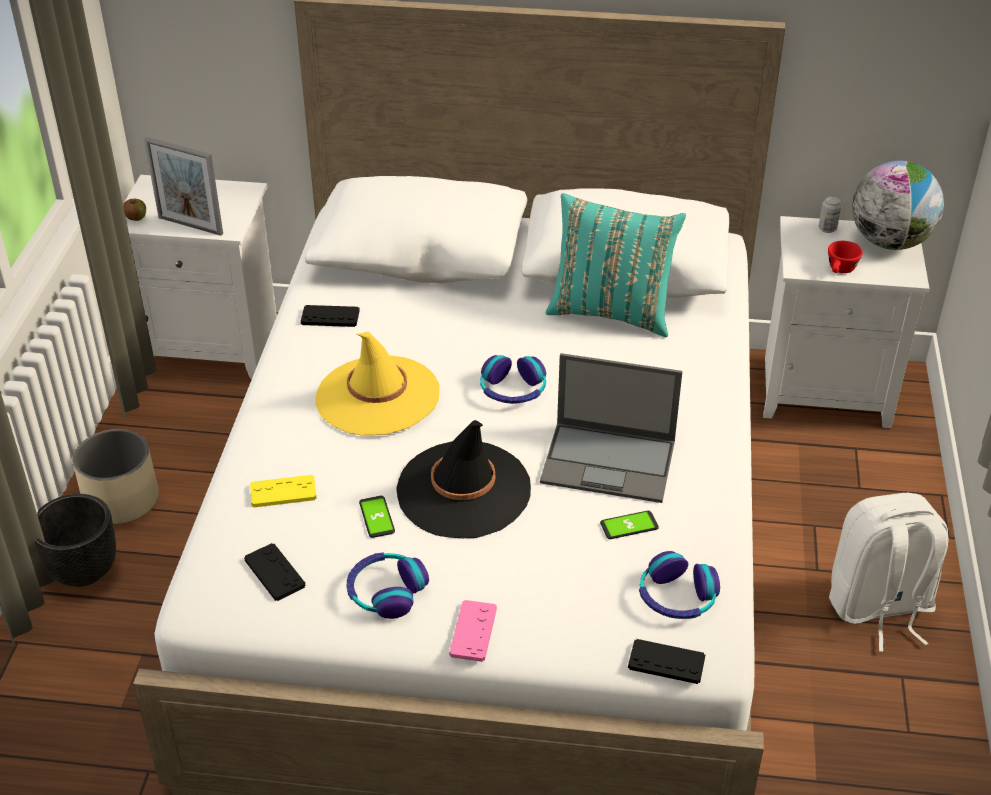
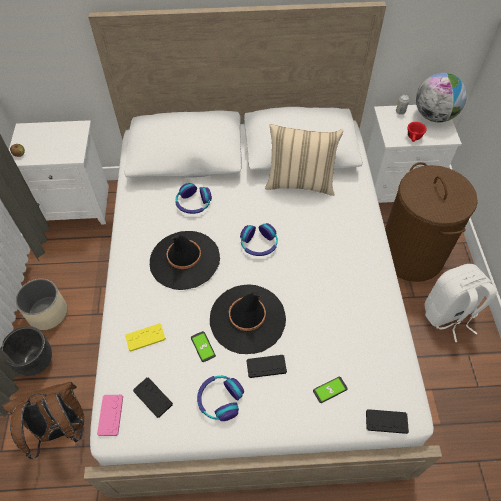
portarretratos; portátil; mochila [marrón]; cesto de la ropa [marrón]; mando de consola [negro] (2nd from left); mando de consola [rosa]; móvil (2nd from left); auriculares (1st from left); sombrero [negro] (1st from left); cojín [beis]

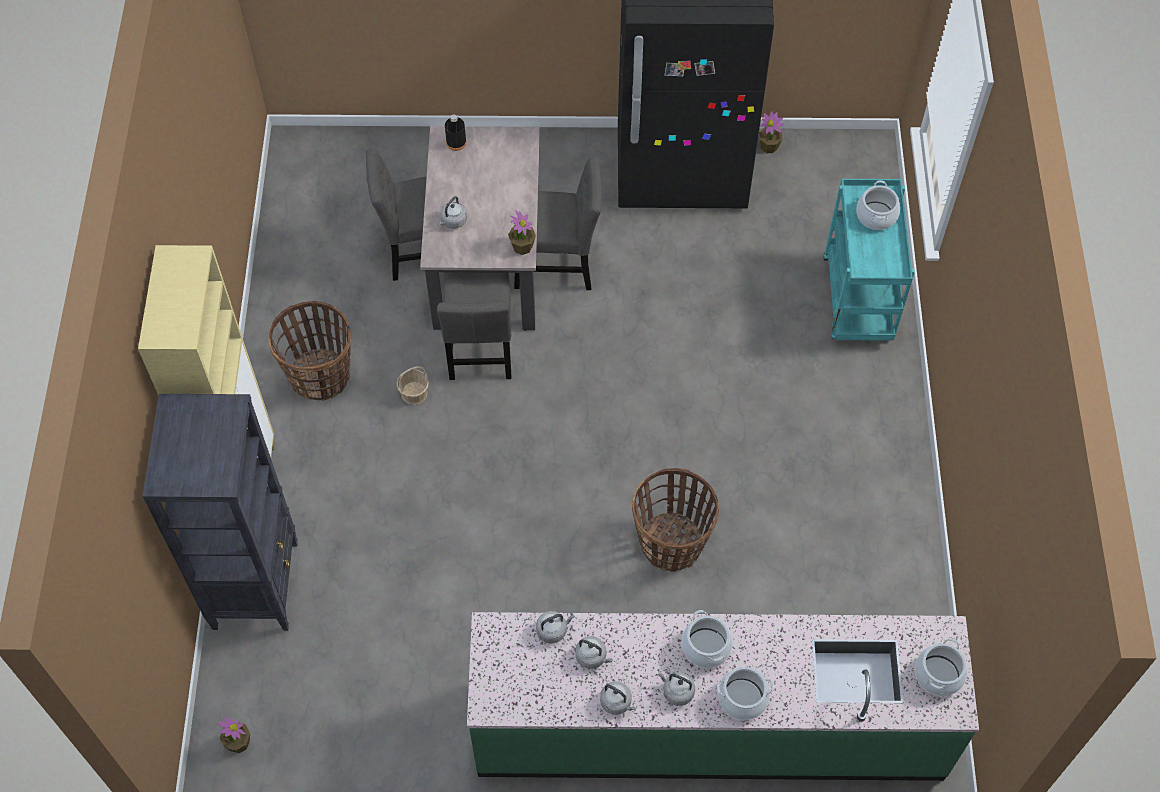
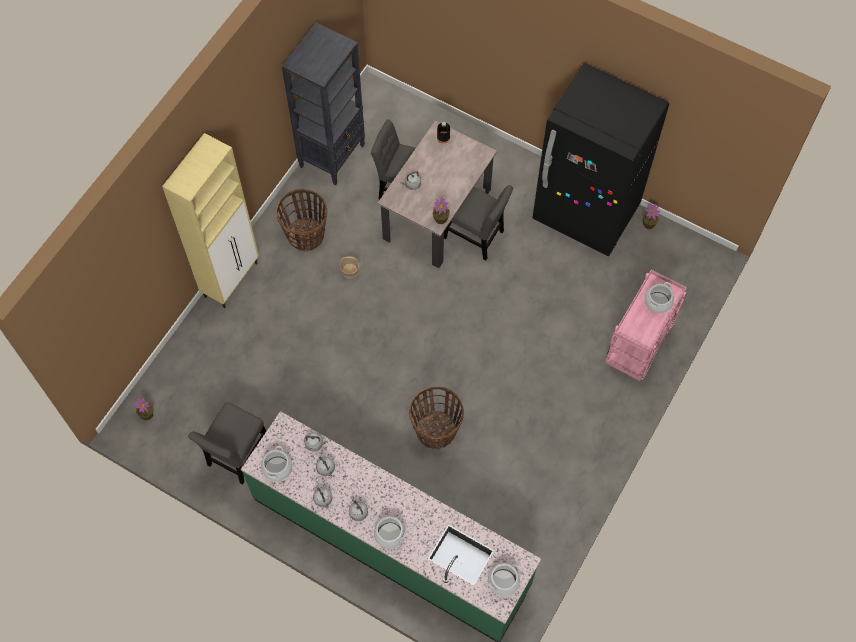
estantería [negro]; silla [gris] (1st from left); olla (1st from left); carrito [rosa]

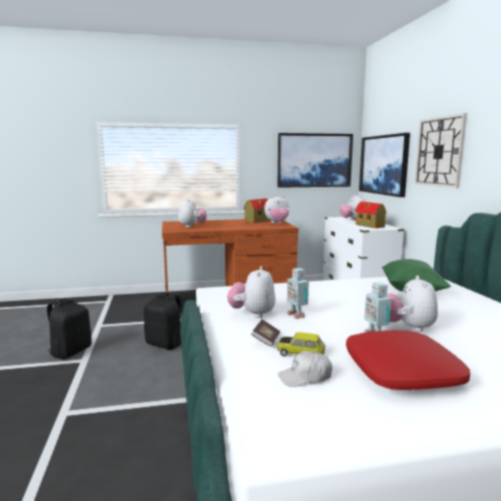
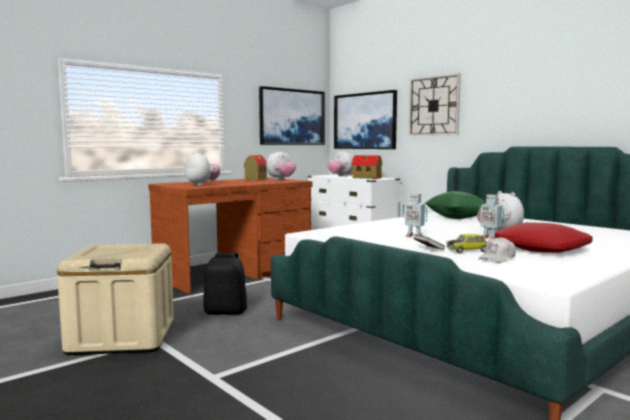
peluche (2nd from left in the first image); caja de almacenaje [beis]

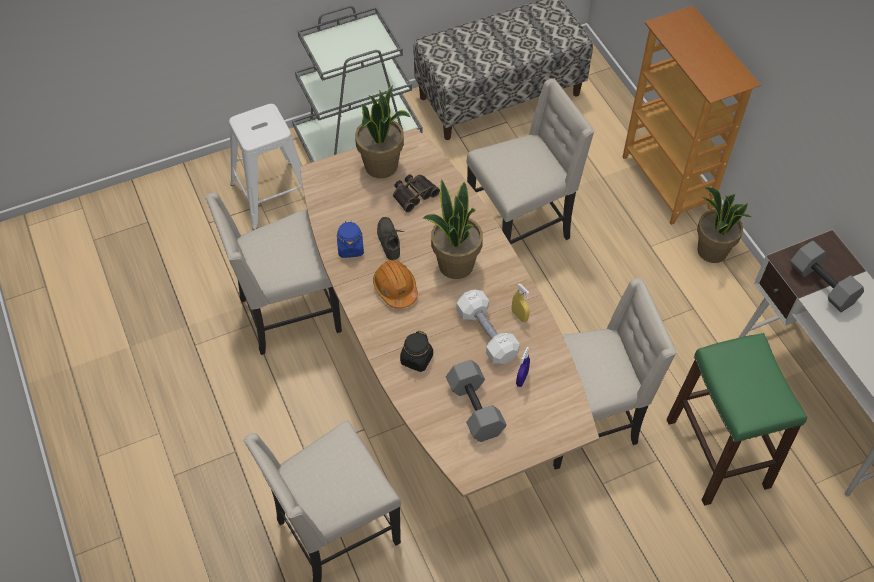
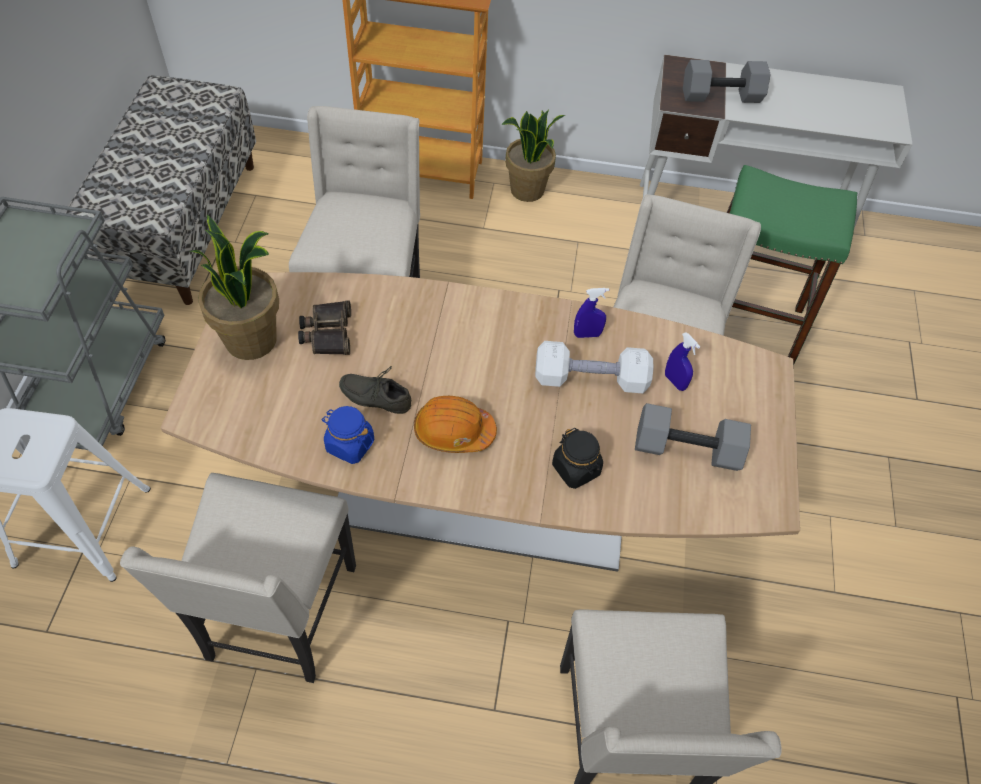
planta en maceta (2nd from left in the first image); pulverizador [azul] (1st from left)

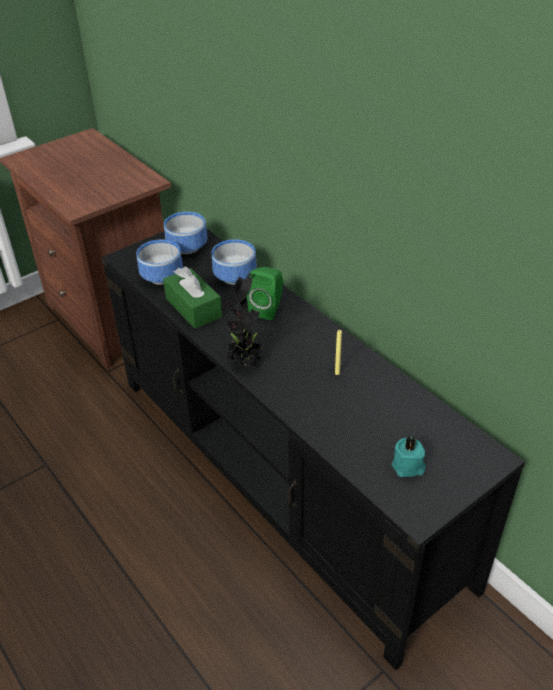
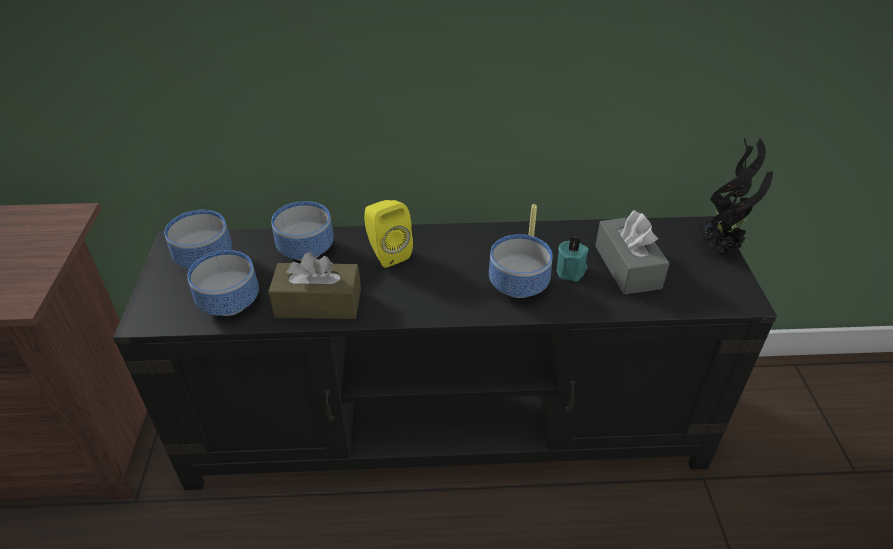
cuenco (4th from left); caja de pañuelos [gris]; planta en maceta; vela [turquesa]; caja de pañuelos [marrón]; altavoz [amarillo]

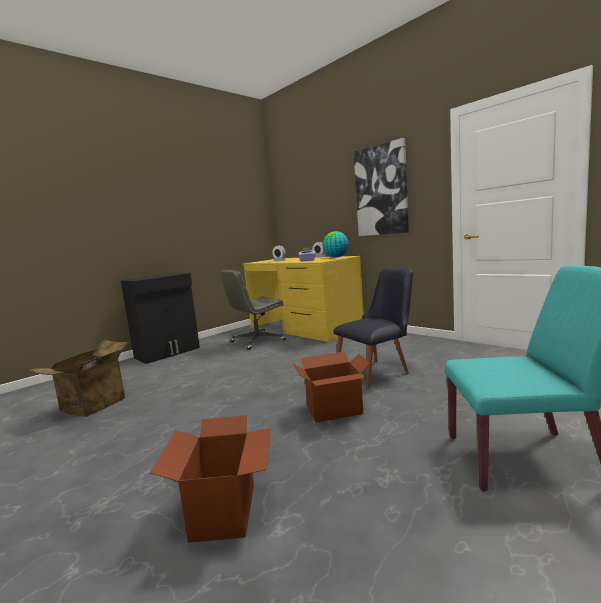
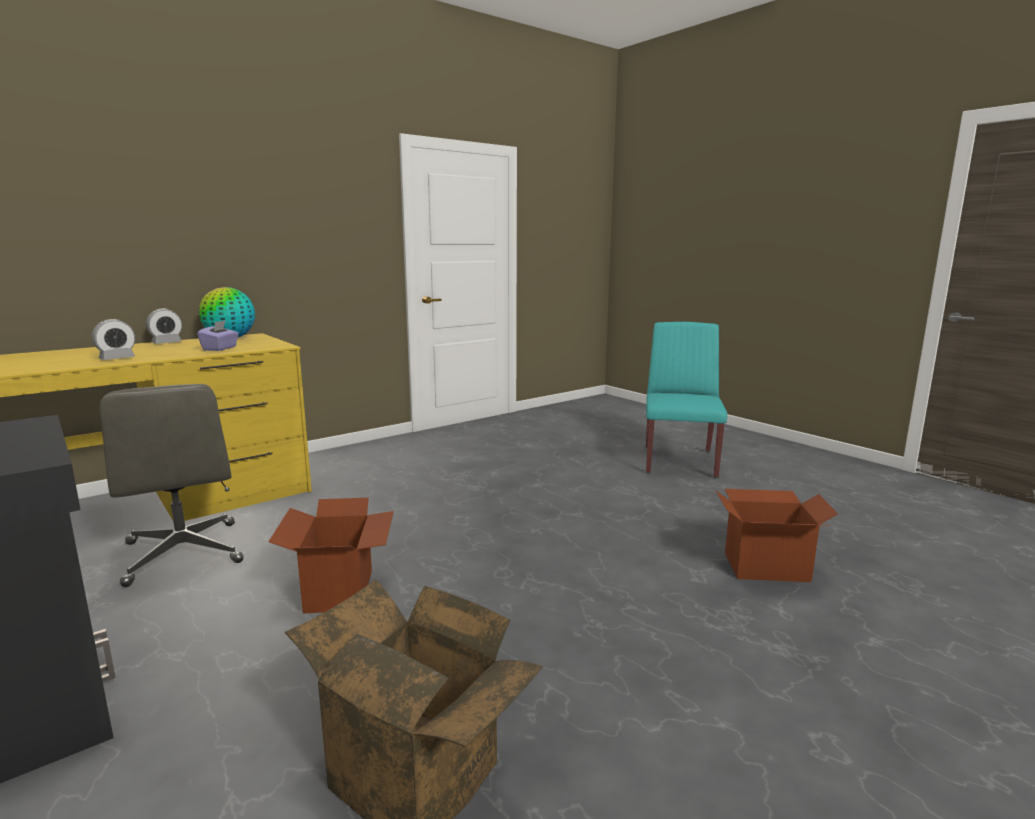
silla [negro]; cuadro; caja de cartón (1st from left)

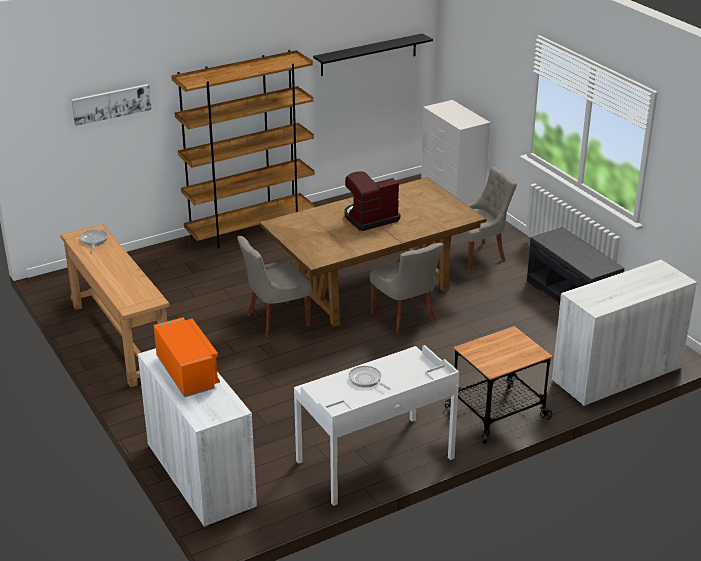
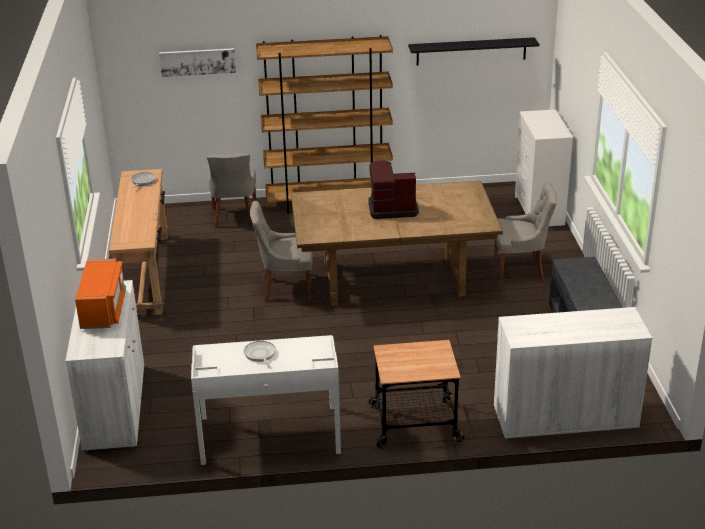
silla [gris] (1st from left)

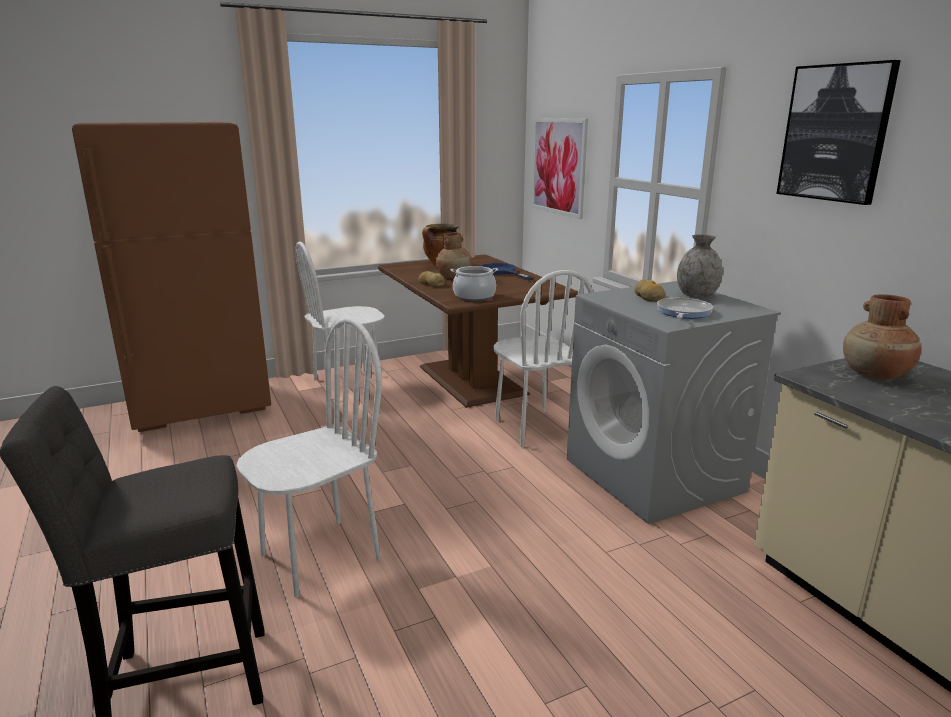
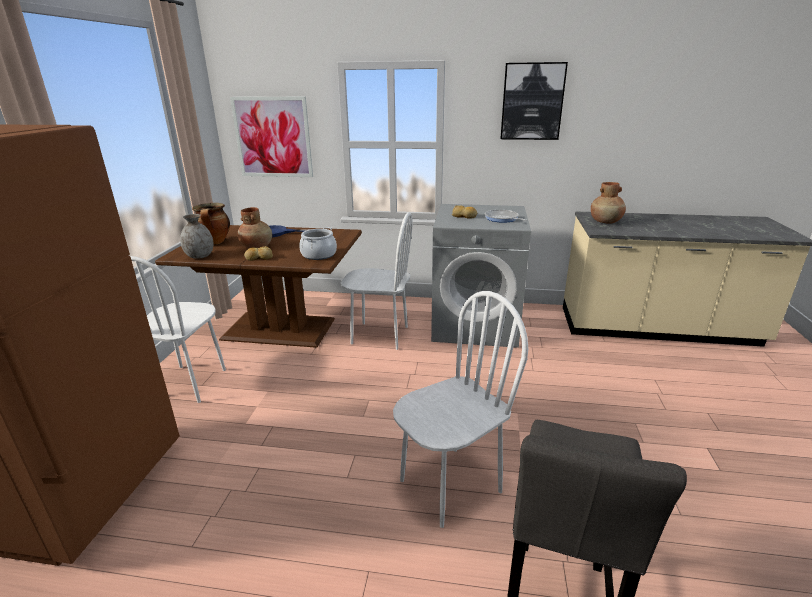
florero [gris]; silla [blanco] (3rd from left)

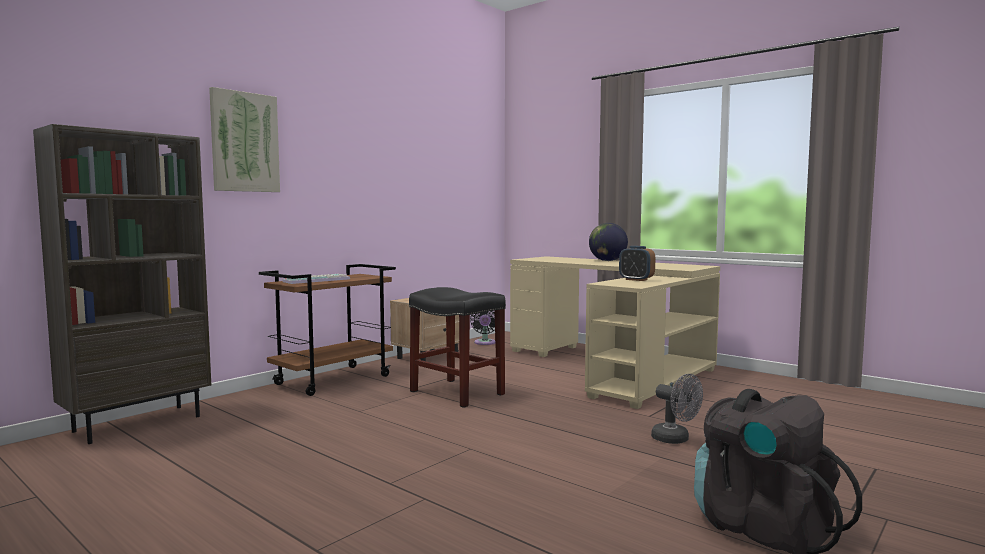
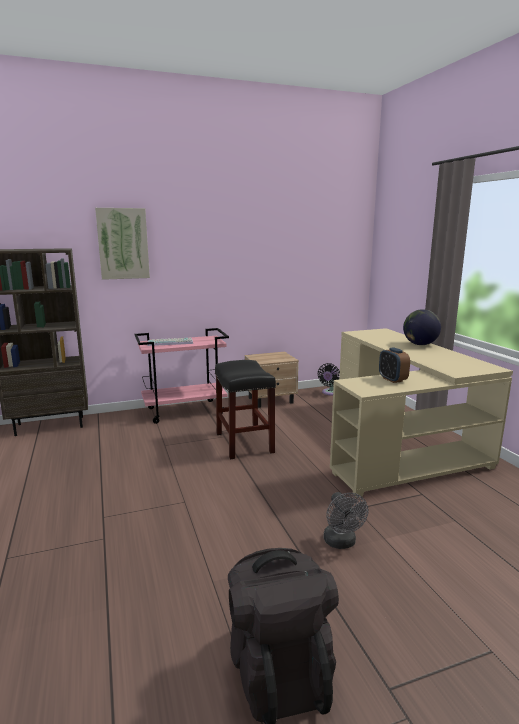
carrito [rosa]

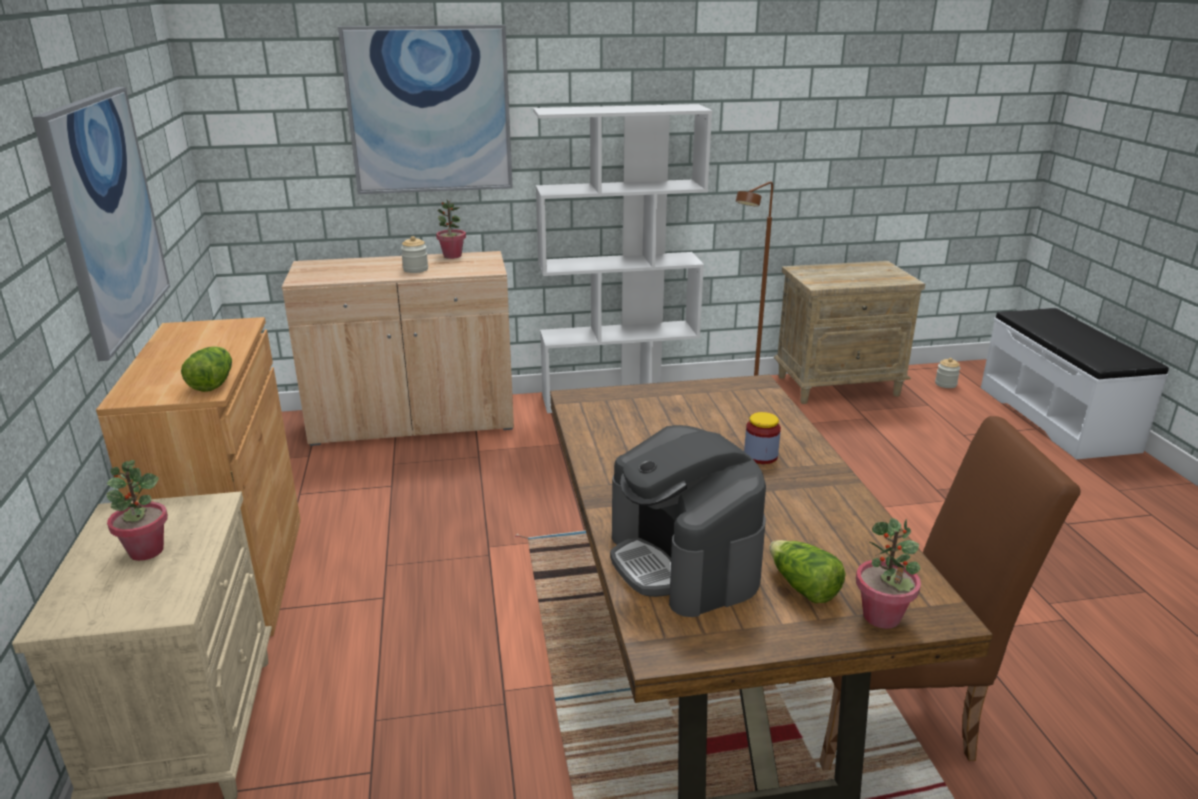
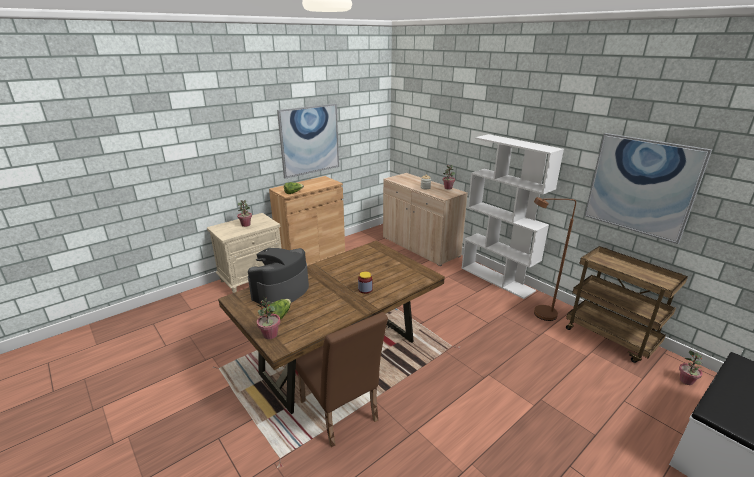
cuadro (2nd from left); carrito [marrón]; planta en maceta (4th from left)

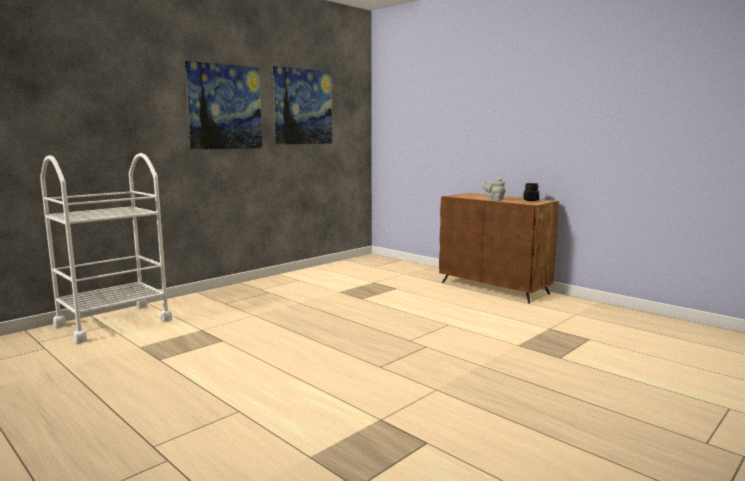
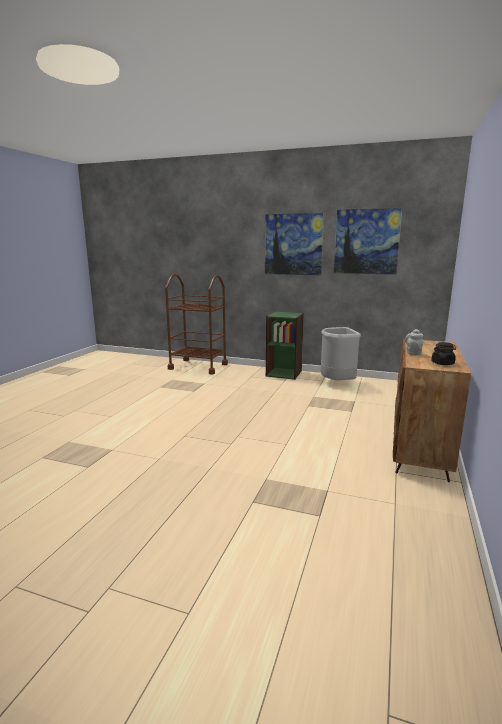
estantería [verde]; papelera [gris]; carrito [marrón]

